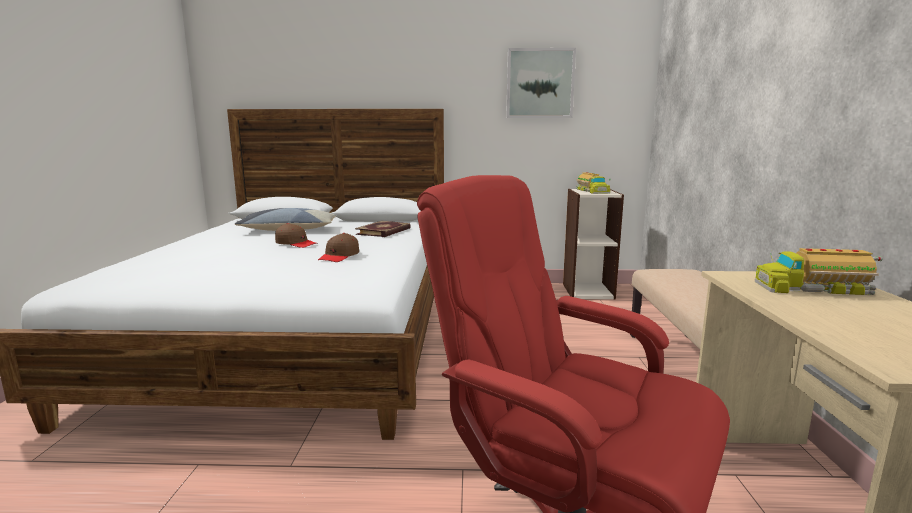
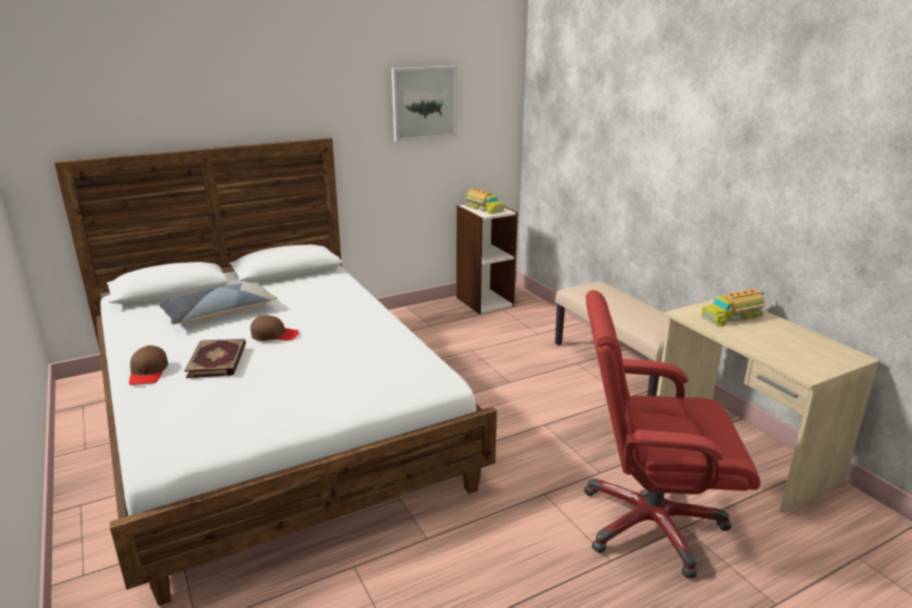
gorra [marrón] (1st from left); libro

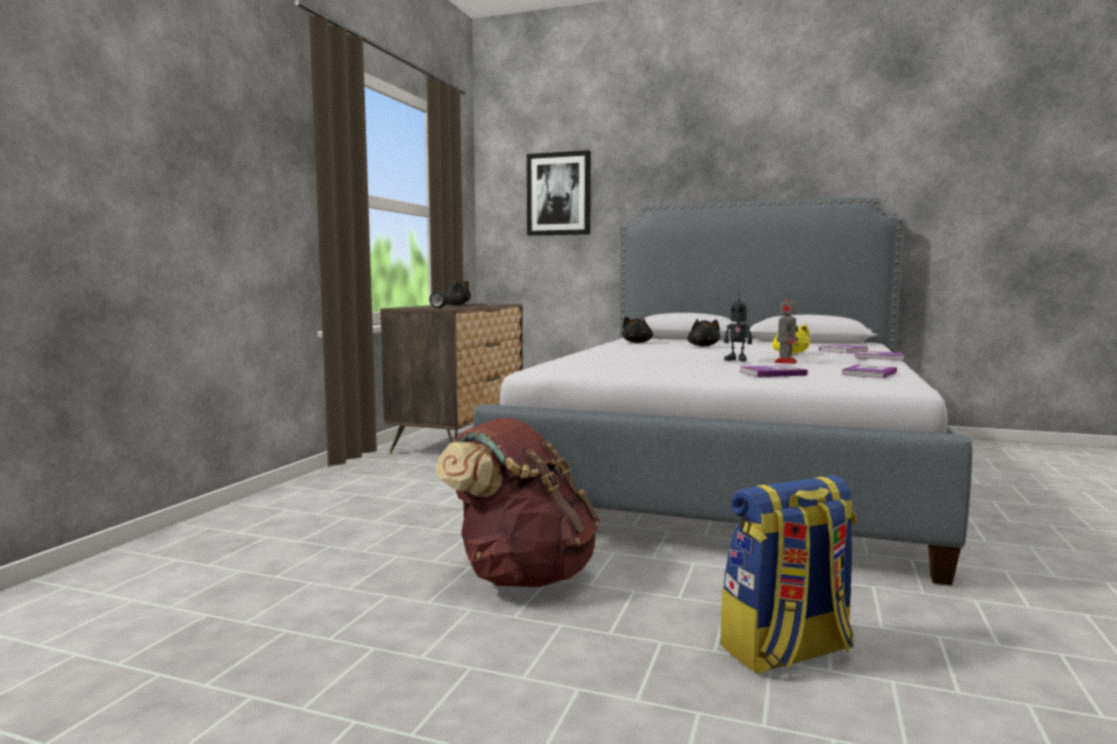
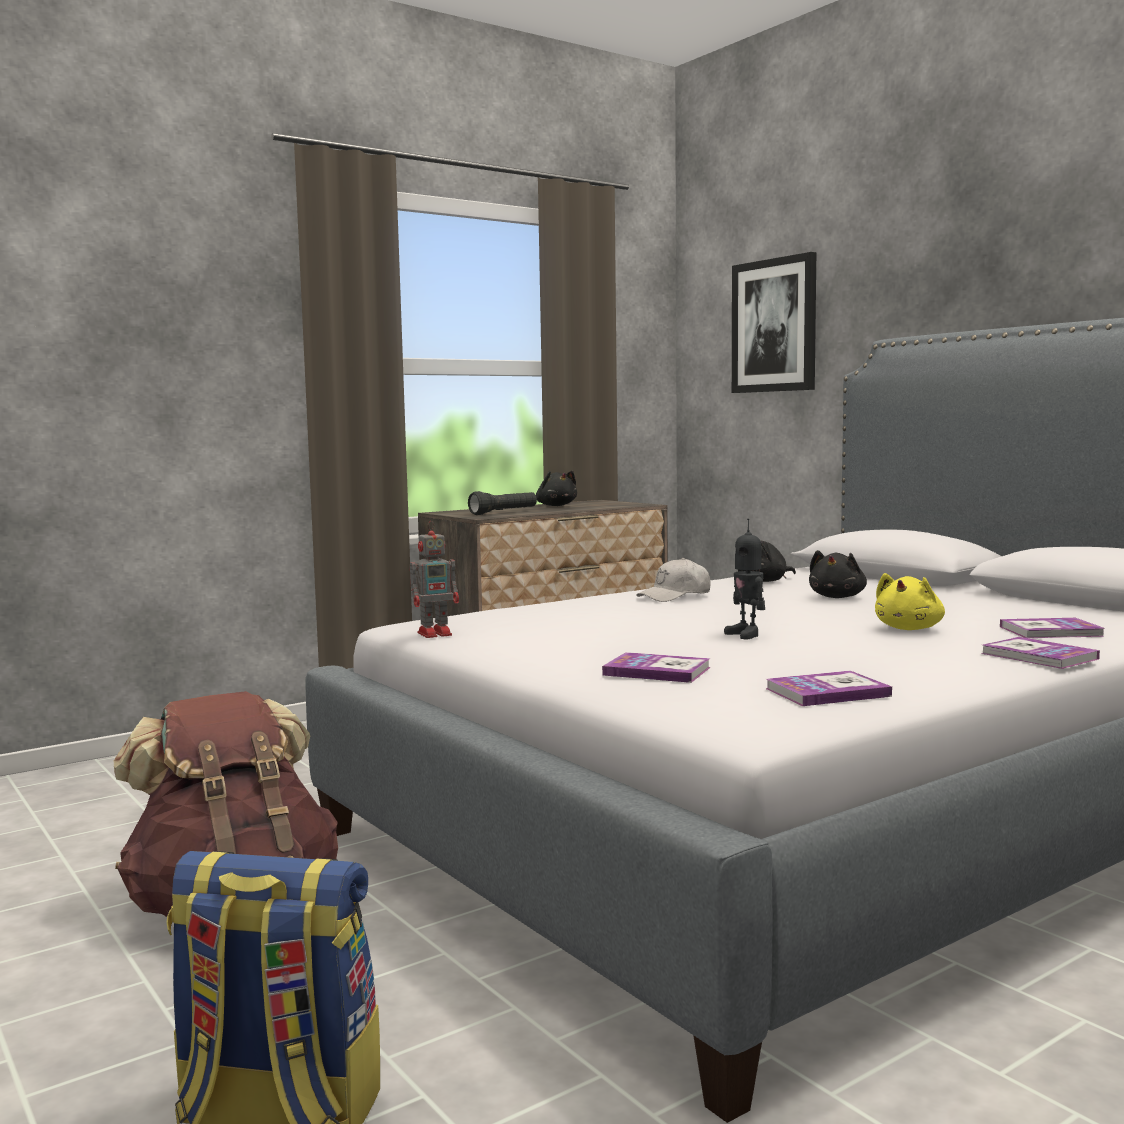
gorra [blanco]; robot de juguete (1st from left)

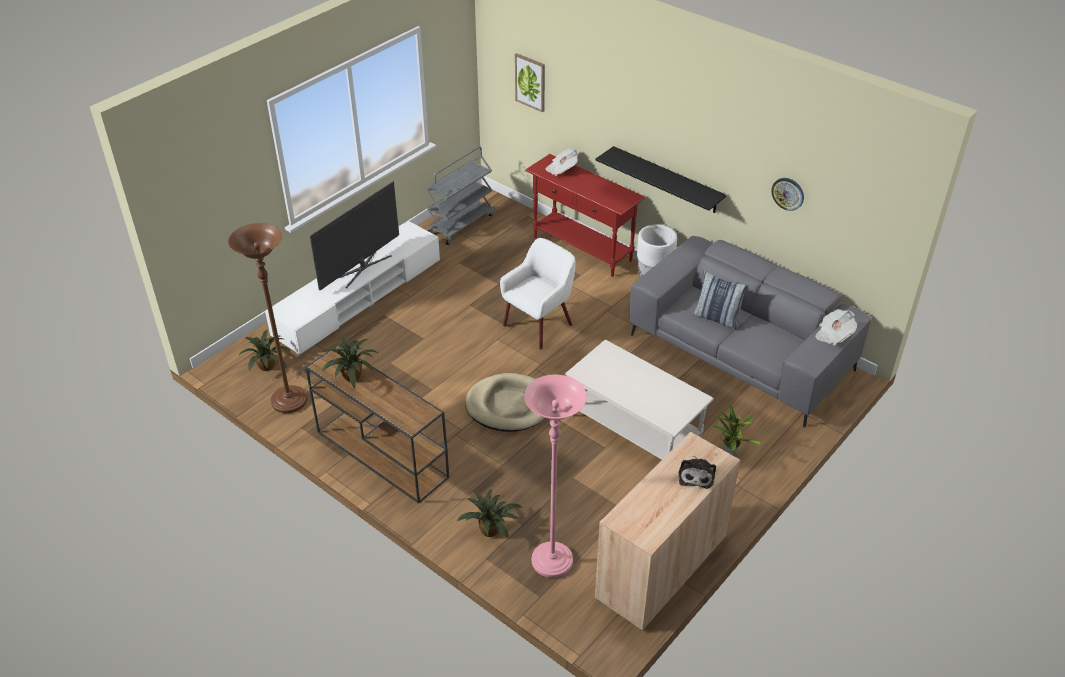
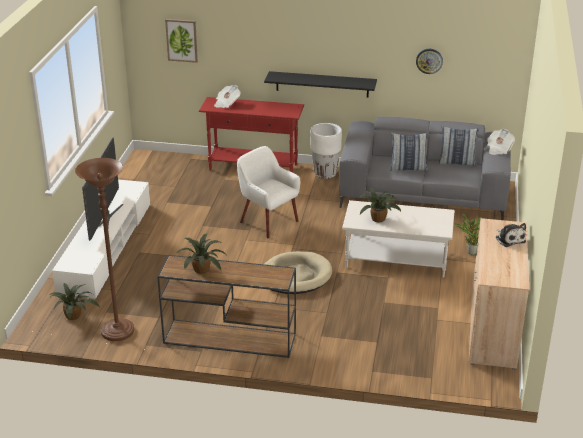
carrito [gris]; lámpara de pie [rosa]; cojín (2nd from left); planta en maceta (3rd from left); sillón [blanco]

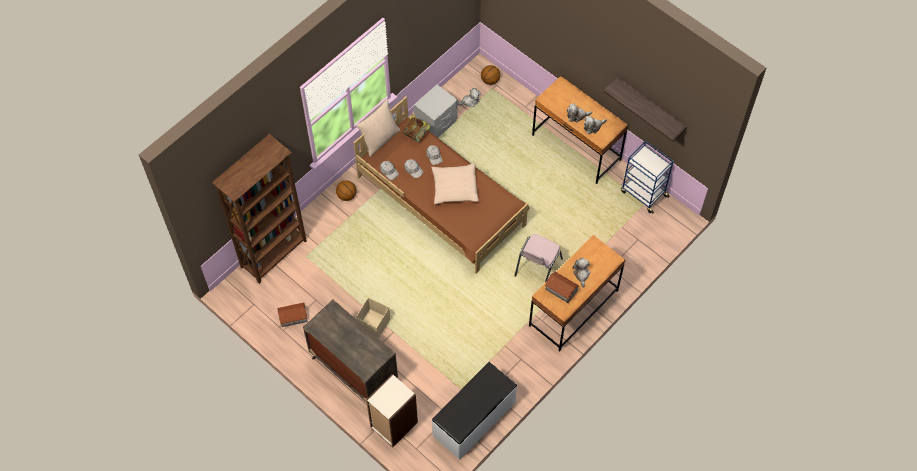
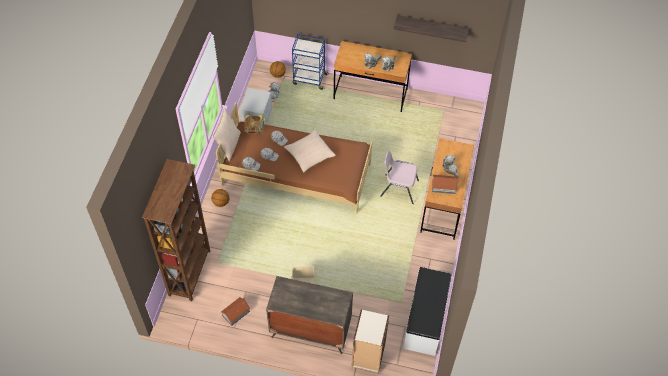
carrito [azul]; silla [rosa]

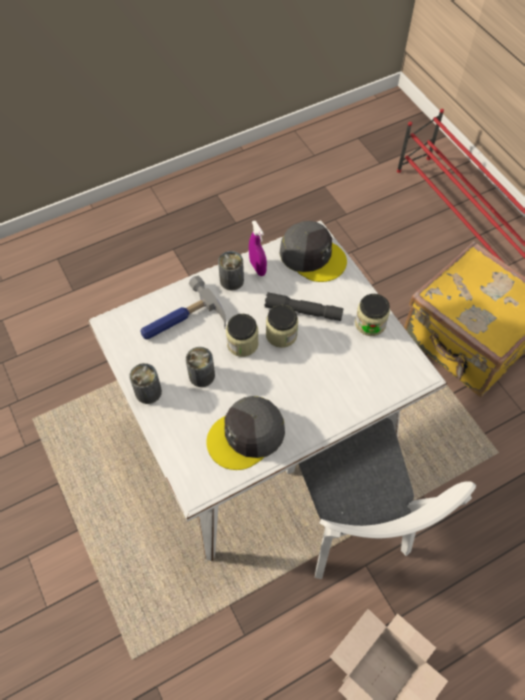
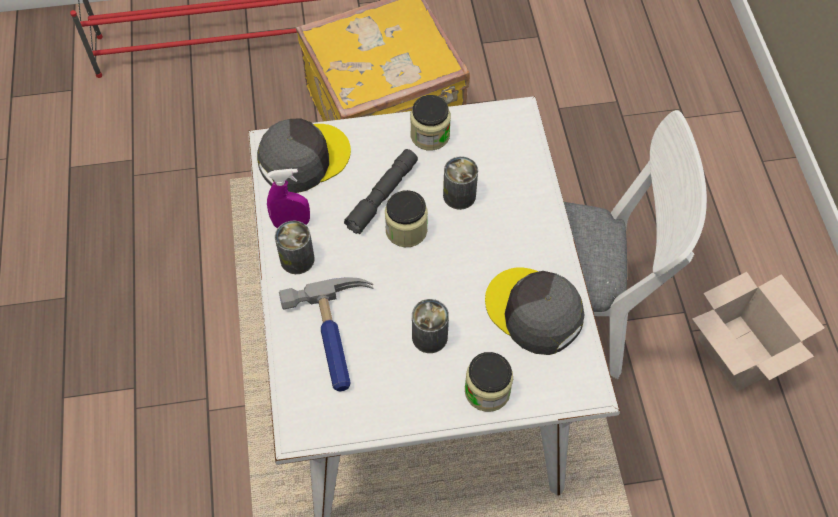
lata (3rd from left); tarro (3rd from left); gorra [gris] (2nd from left)

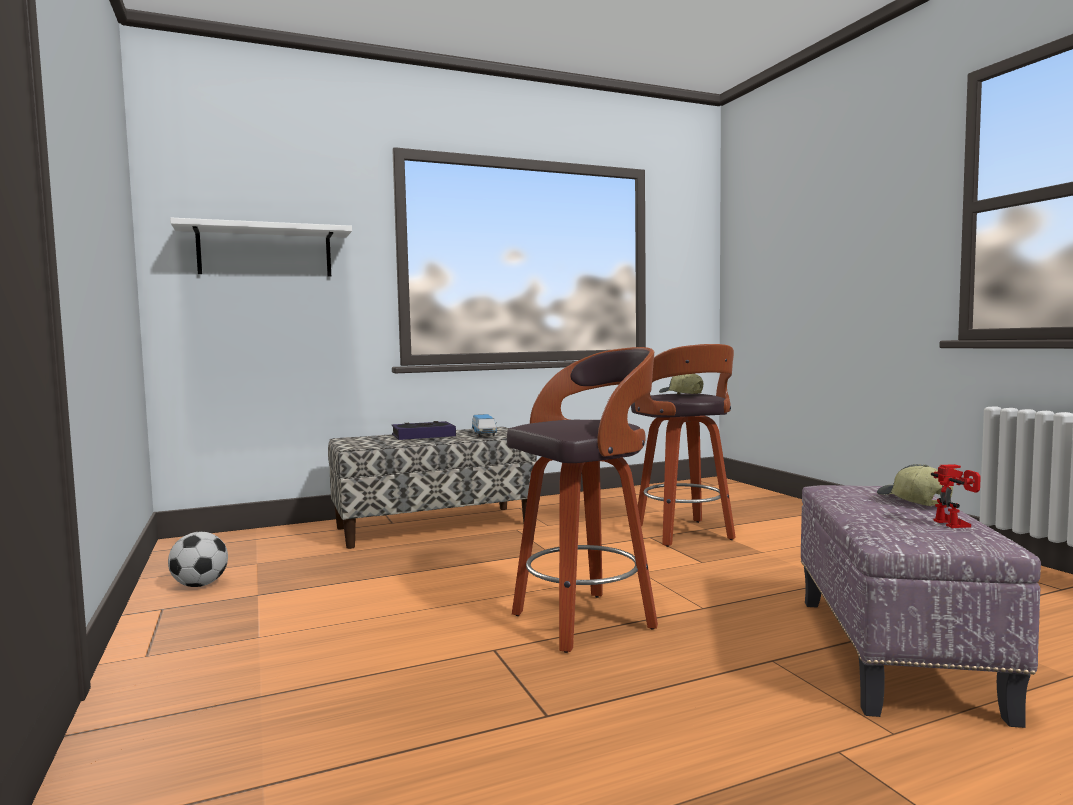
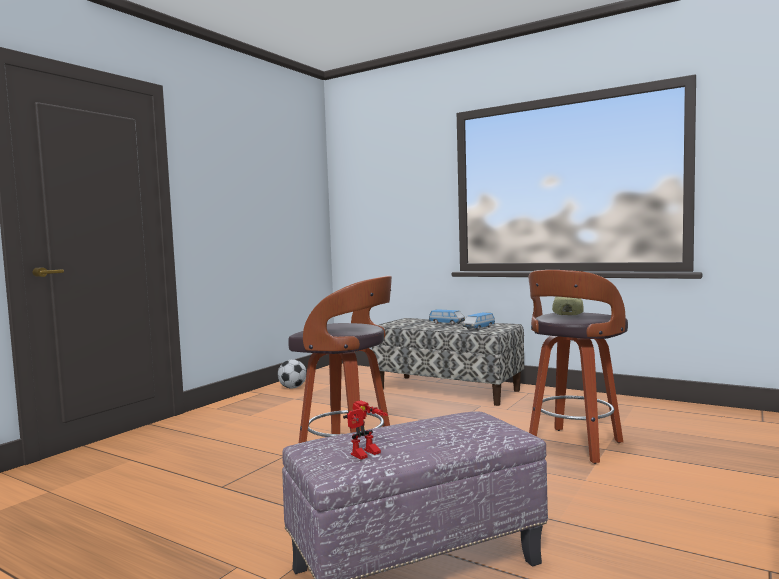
estante [blanco]; gorra (2nd from left in the first image); coche de juguete (1st from left)

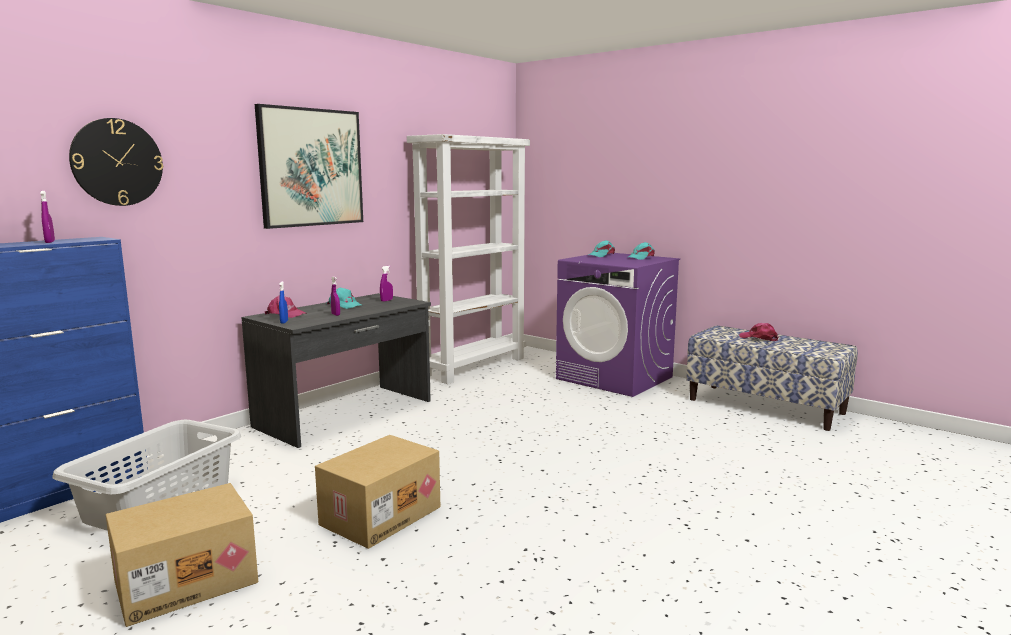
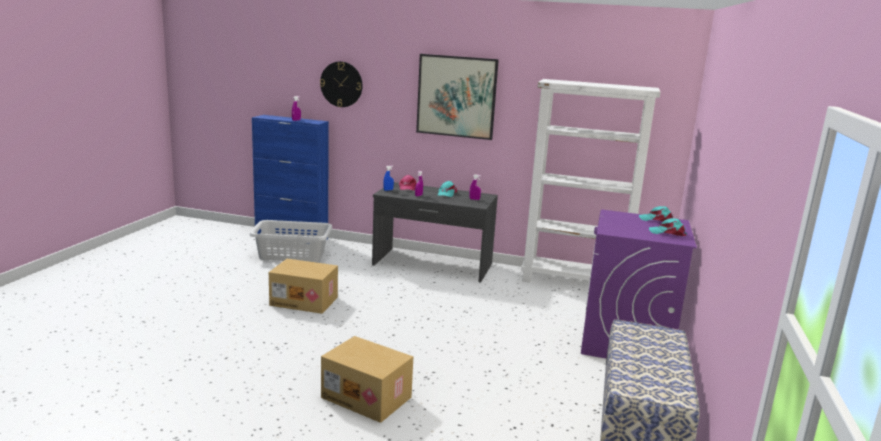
gorra [rosa] (2nd from left in the first image); caja de cartón (2nd from left)

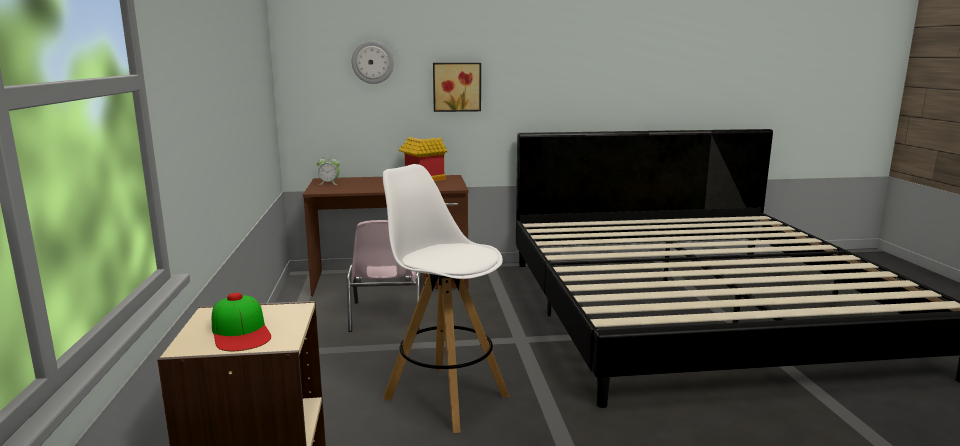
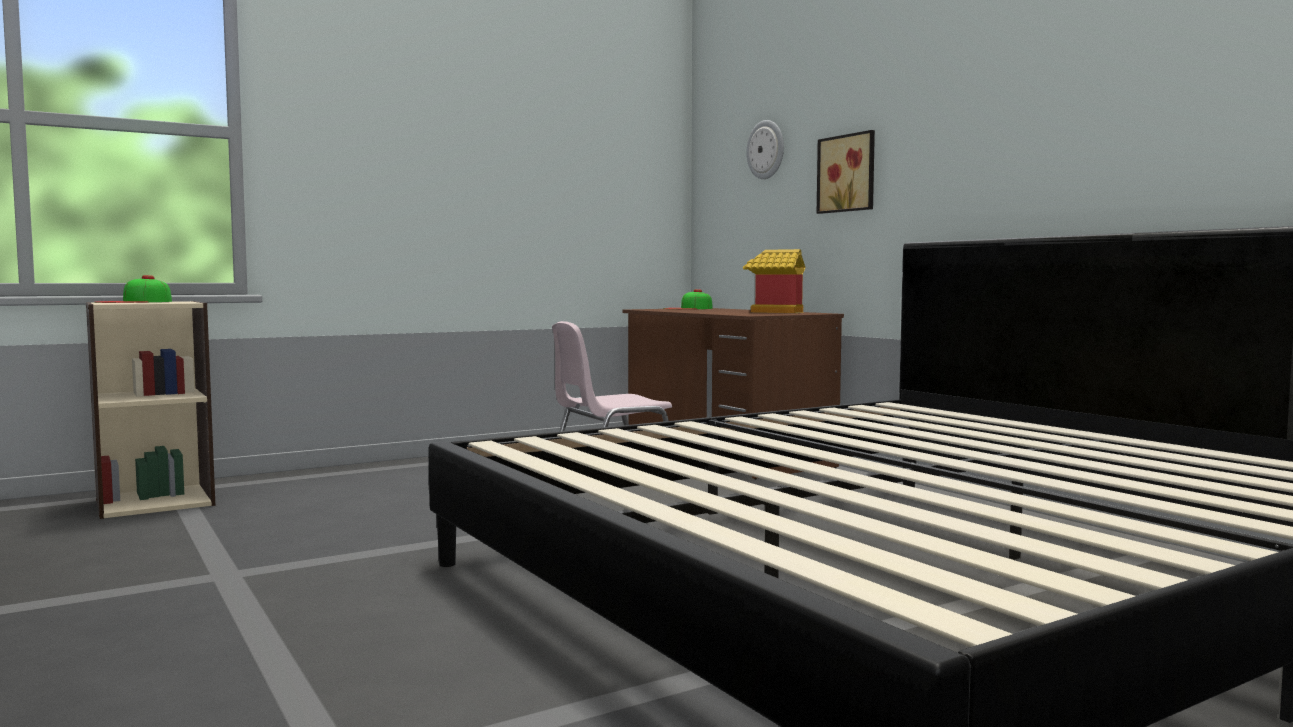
taburete [blanco]; gorra (2nd from left)

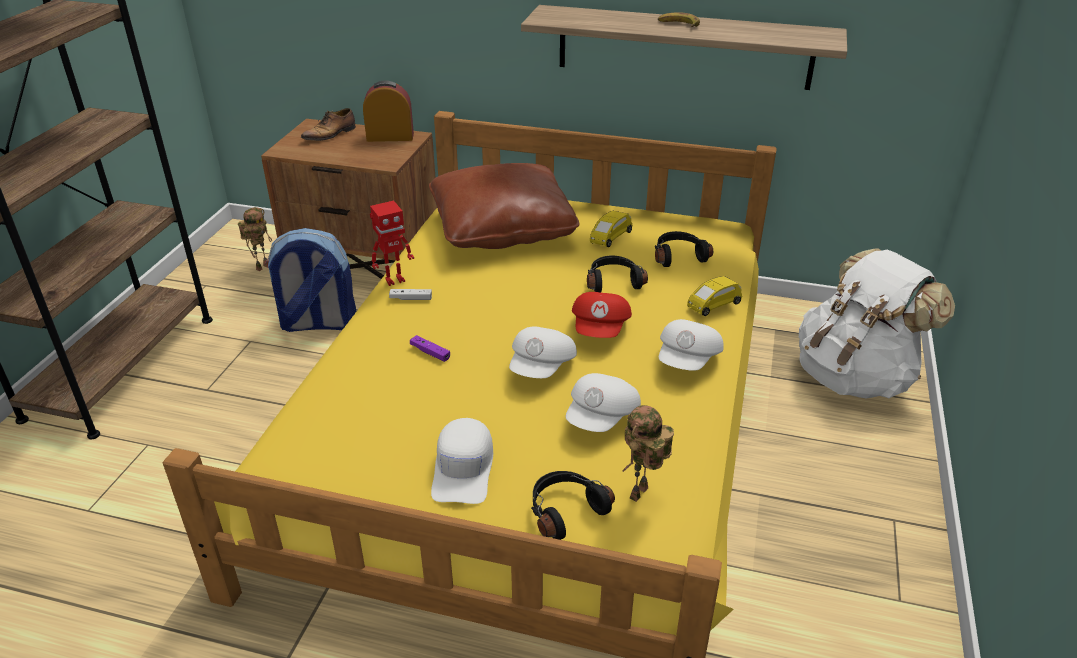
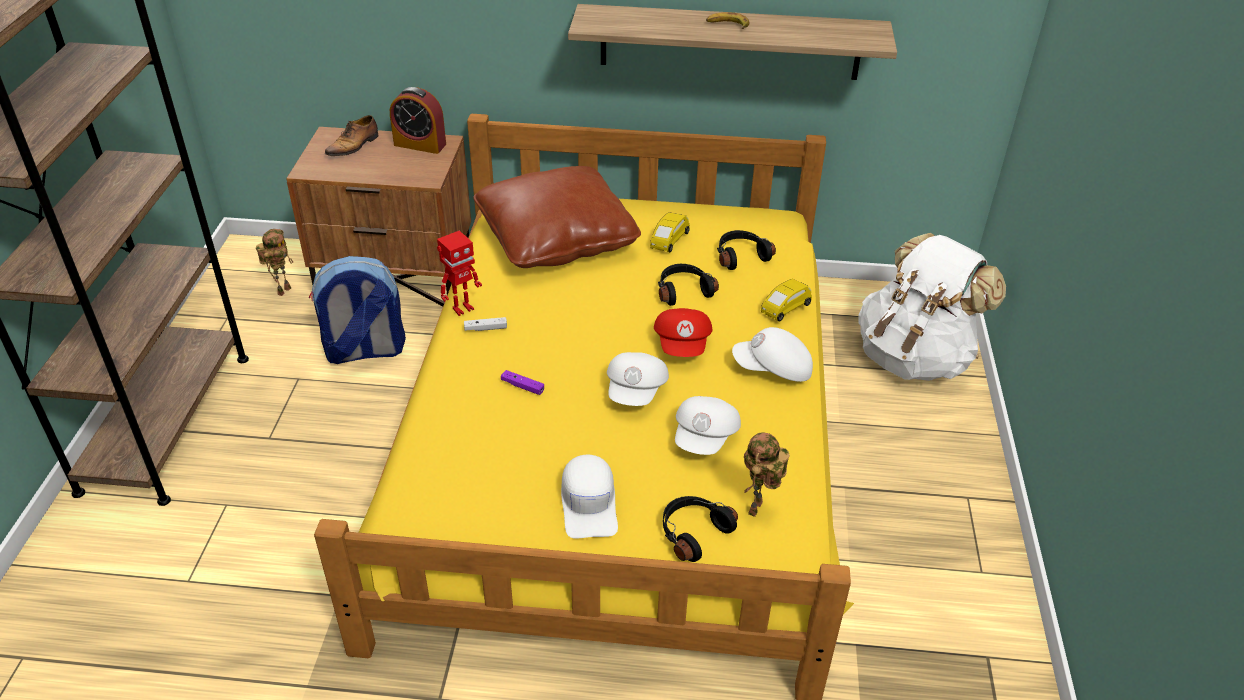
despertador; gorra [blanco] (4th from left)

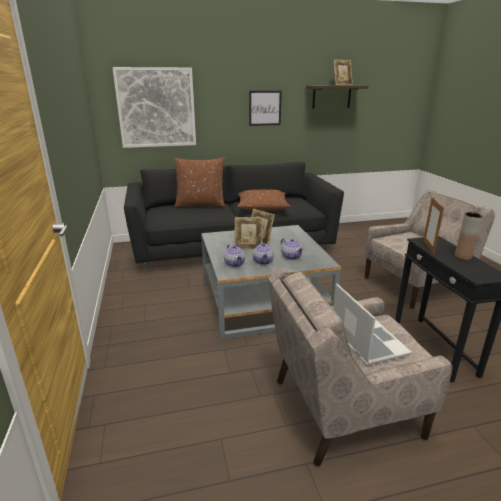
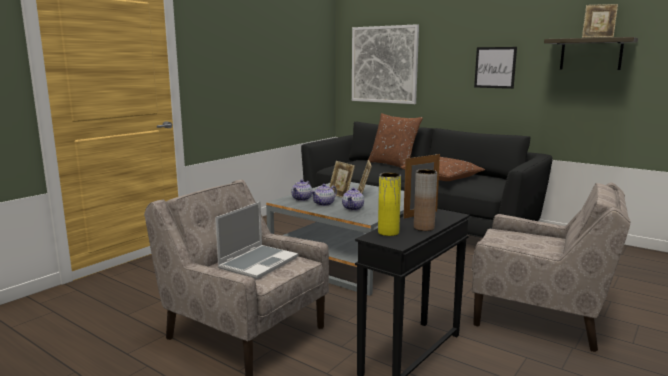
florero [amarillo]

